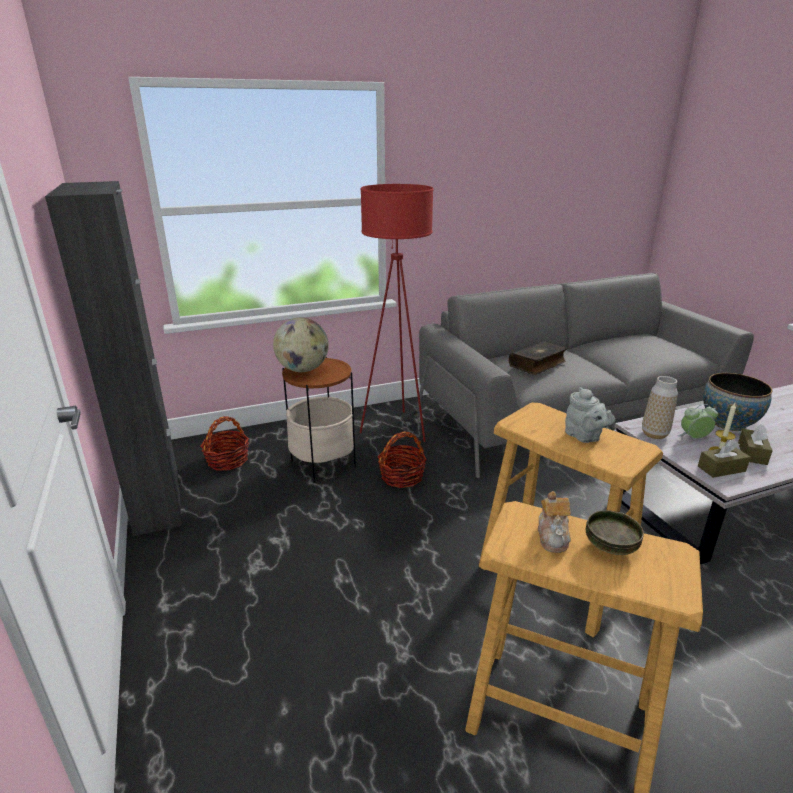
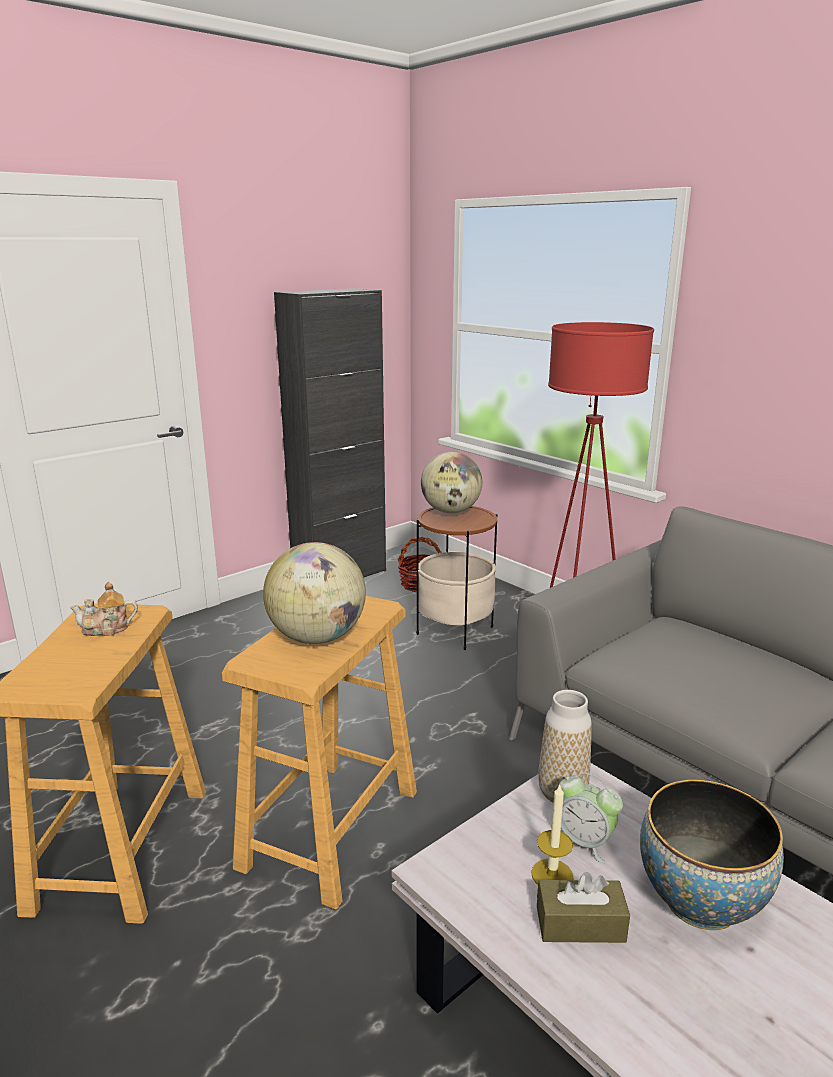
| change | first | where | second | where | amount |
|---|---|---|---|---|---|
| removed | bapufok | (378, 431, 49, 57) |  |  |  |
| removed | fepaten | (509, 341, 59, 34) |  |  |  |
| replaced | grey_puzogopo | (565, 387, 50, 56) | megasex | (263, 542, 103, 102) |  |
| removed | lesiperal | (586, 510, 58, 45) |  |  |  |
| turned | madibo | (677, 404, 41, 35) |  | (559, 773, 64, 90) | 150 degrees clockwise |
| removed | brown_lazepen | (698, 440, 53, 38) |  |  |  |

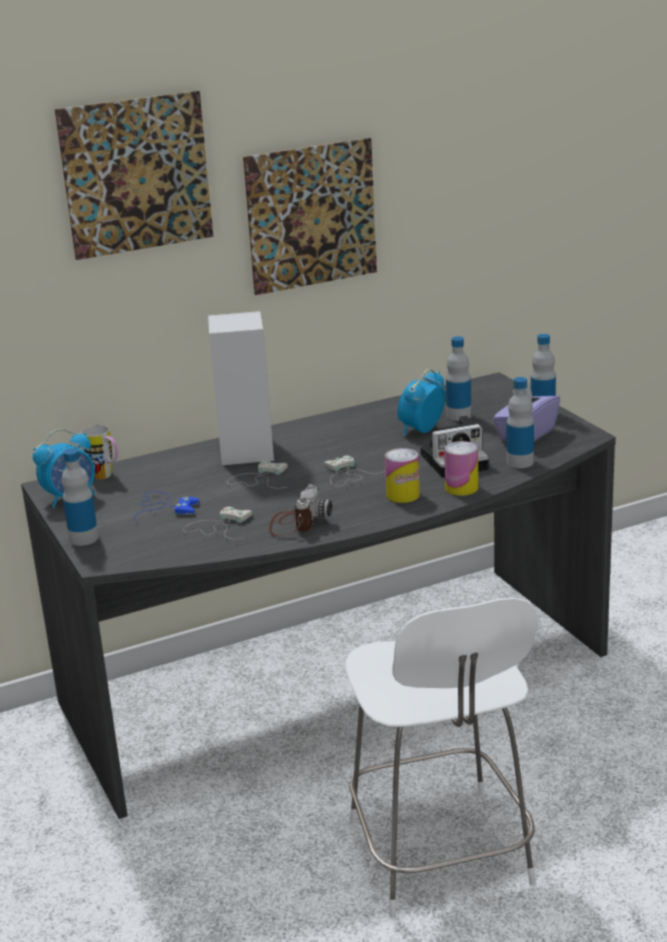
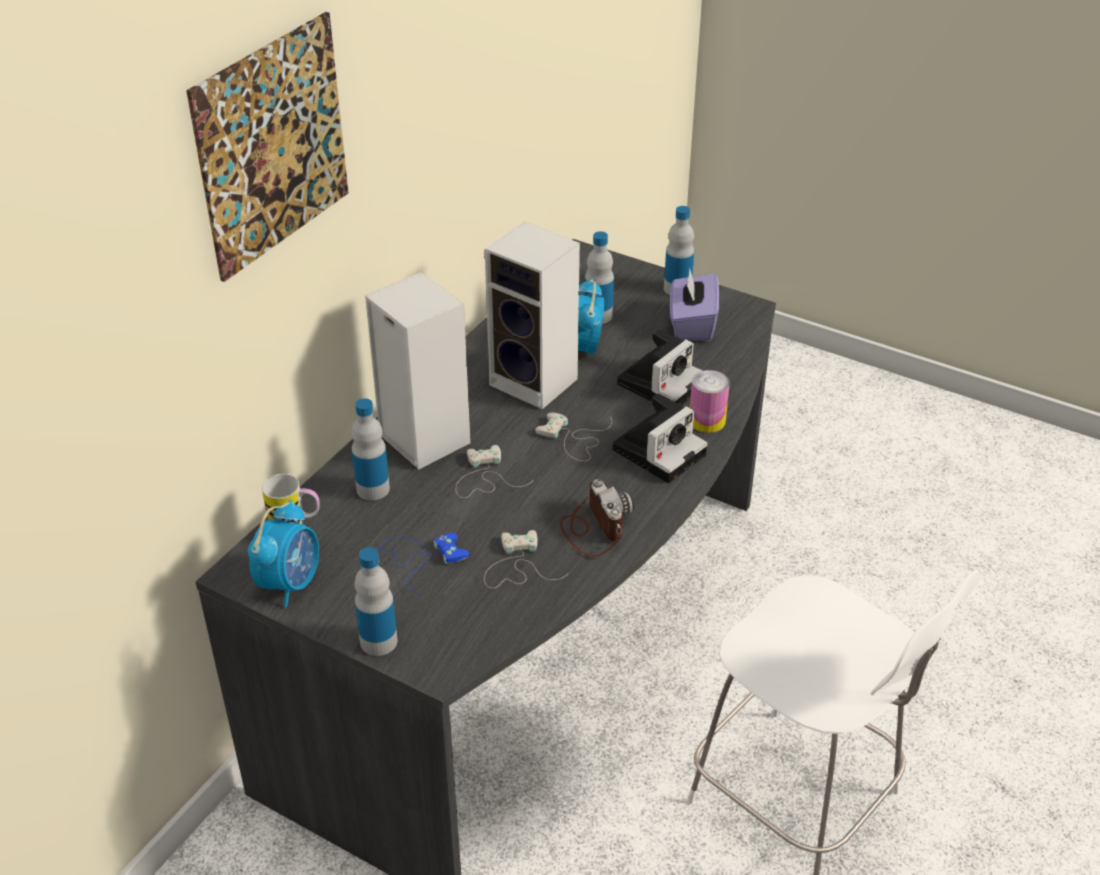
| change | first | where | second | where | amount |
|---|---|---|---|---|---|
| removed | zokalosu | (243, 138, 134, 157) |  |  |  |
| replaced | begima | (385, 448, 35, 55) | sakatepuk | (612, 393, 96, 90) |  |
| moved | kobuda | (507, 377, 27, 91) |  | (351, 398, 39, 102) |  |
| added |  |  | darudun | (485, 221, 95, 188) |  |

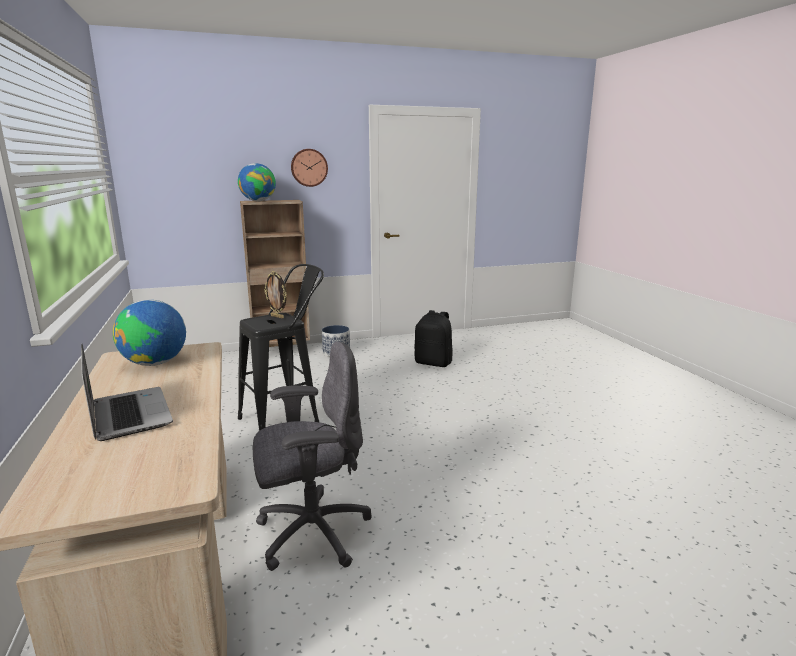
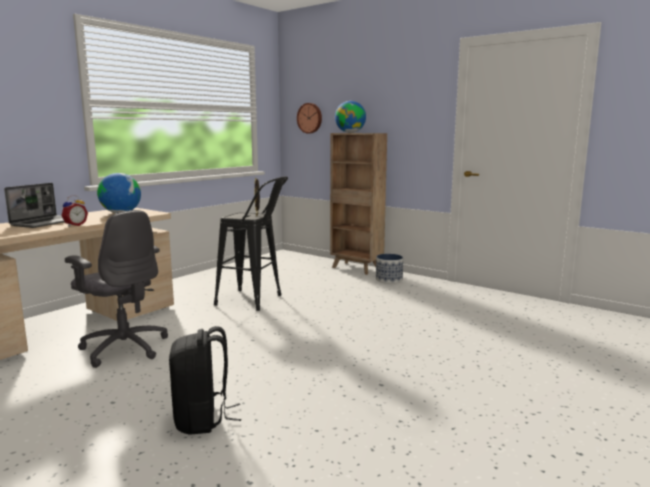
| change | first | where | second | where | amount |
|---|---|---|---|---|---|
| moved | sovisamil | (291, 149, 37, 38) |  | (297, 103, 25, 31) |  |
| moved | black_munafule | (415, 310, 37, 57) |  | (169, 326, 72, 109) |  |
| added |  |  | madibo | (61, 195, 27, 32) |  |

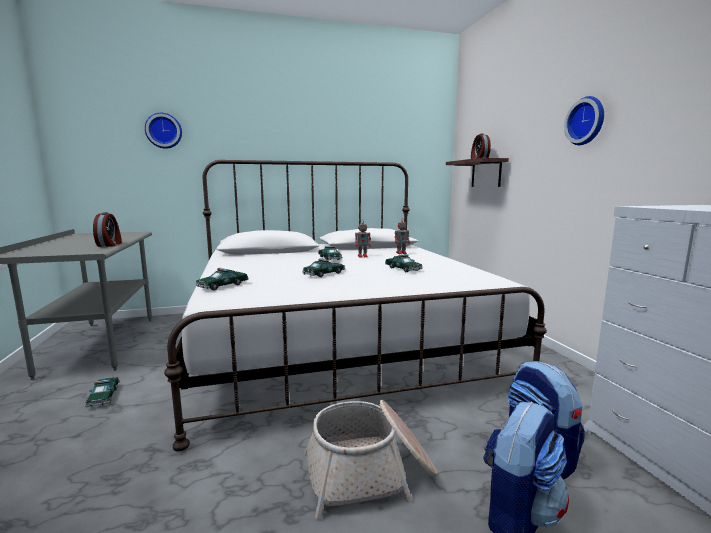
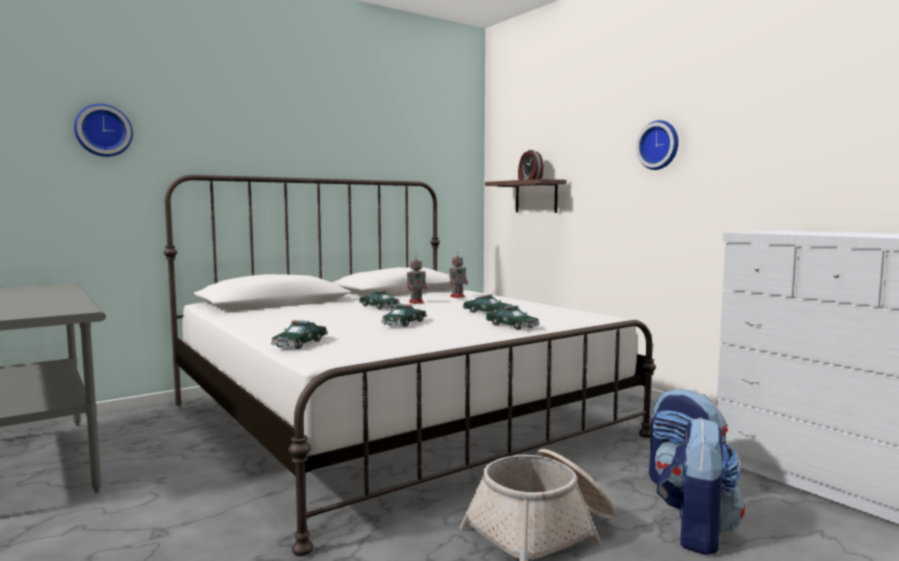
| change | first | where | second | where | amount |
|---|---|---|---|---|---|
| moved | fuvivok | (85, 377, 35, 30) |  | (485, 305, 54, 25) |  |
| removed | madibo | (93, 212, 29, 35) |  |  |  |

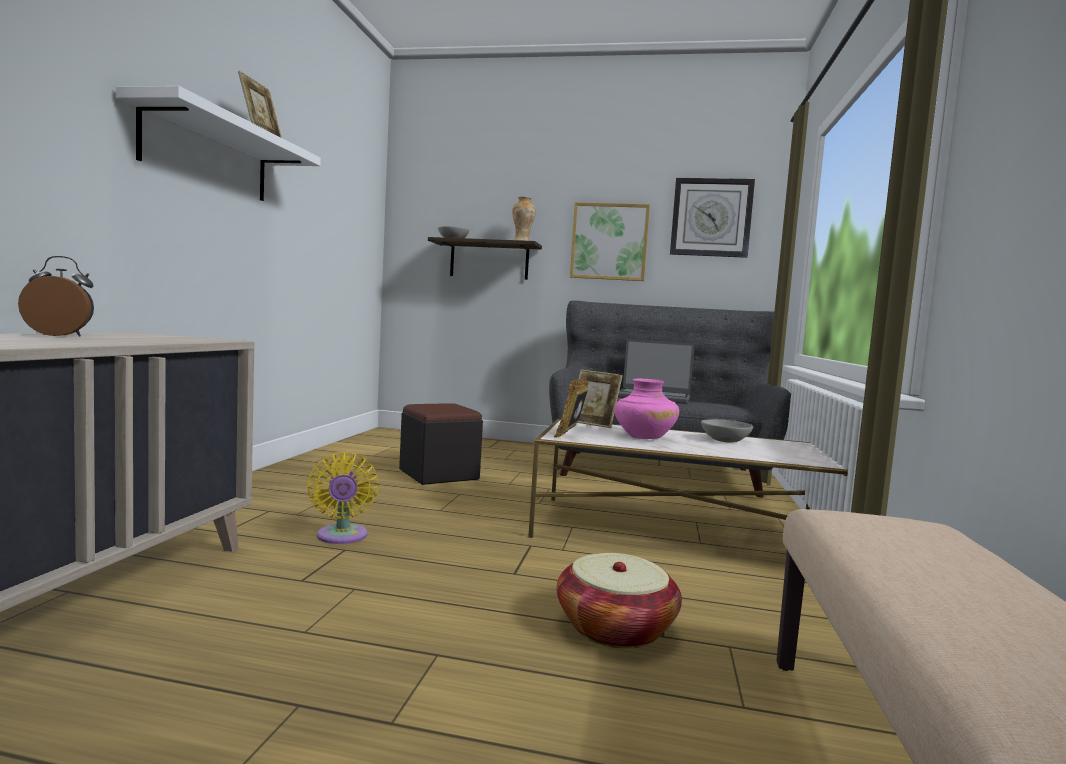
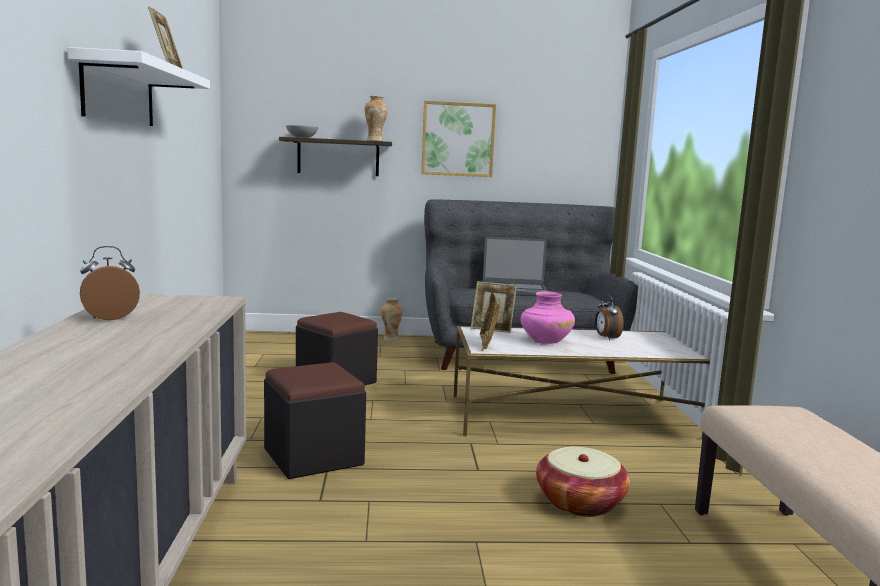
| change | first | where | second | where | amount |
|---|---|---|---|---|---|
| replaced | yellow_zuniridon | (307, 452, 72, 92) | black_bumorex | (264, 362, 102, 117) |  |
| removed | sovisamil | (670, 178, 85, 80) |  |  |  |
| replaced | grey_lesiperal | (701, 419, 52, 24) | madibo | (595, 295, 29, 45) |  |
| added |  |  | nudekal | (381, 298, 22, 43) |  |

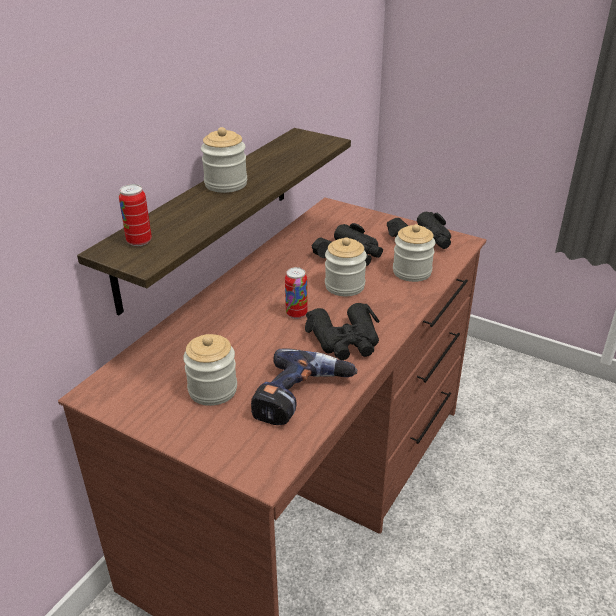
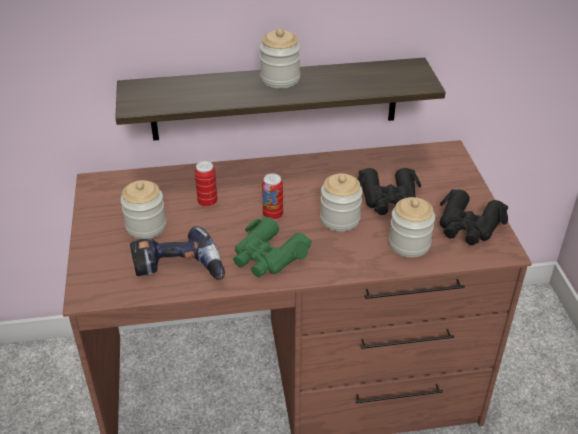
| change | first | where | second | where | amount |
|---|---|---|---|---|---|
| moved | begima | (119, 184, 33, 62) |  | (195, 161, 22, 46) |  |
| recoloured | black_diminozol | (305, 303, 75, 57) | green_diminozol | (233, 216, 79, 61) |  |

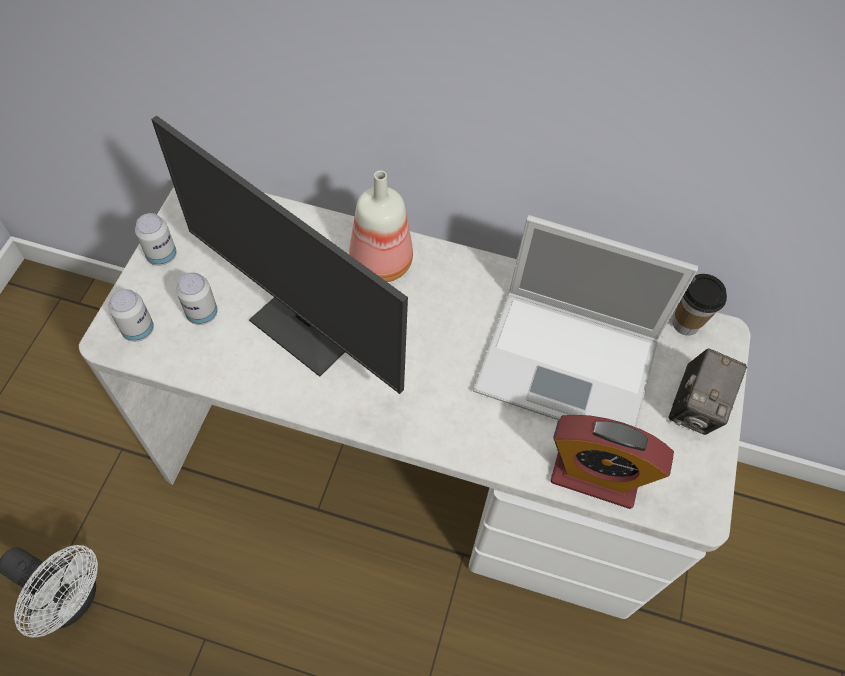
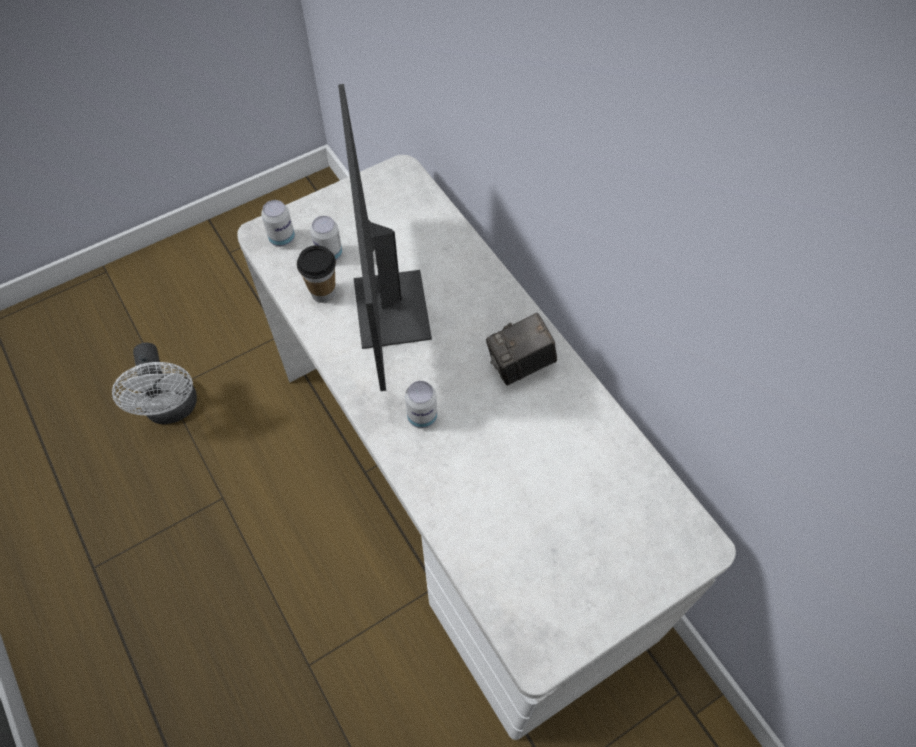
| change | first | where | second | where | amount |
|---|---|---|---|---|---|
| moved | begima | (135, 213, 42, 53) |  | (405, 381, 32, 47) |  |
| removed | kobuda | (349, 170, 64, 112) |  |  |  |
| removed | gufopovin | (473, 215, 225, 213) |  |  |  |
| removed | madibo | (550, 415, 124, 94) |  |  |  |
| moved | sakatepuk | (668, 348, 79, 87) |  | (486, 313, 71, 72) |  |
| moved | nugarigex | (672, 274, 55, 61) |  | (297, 245, 39, 58) |  |

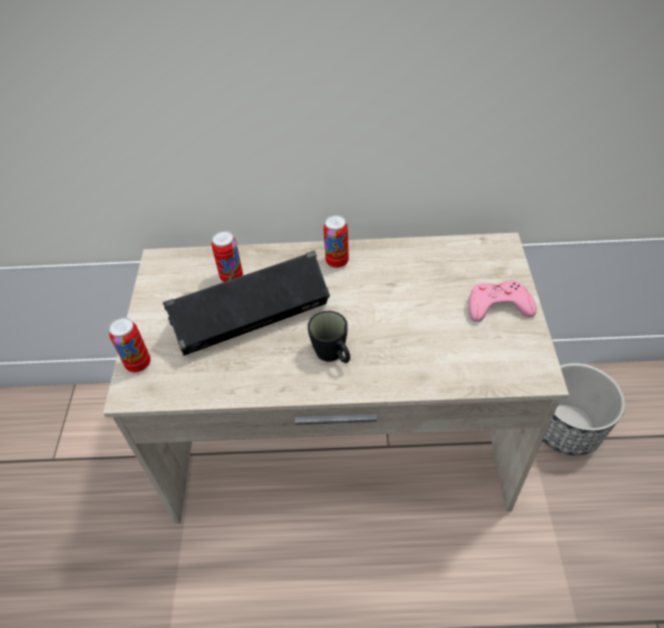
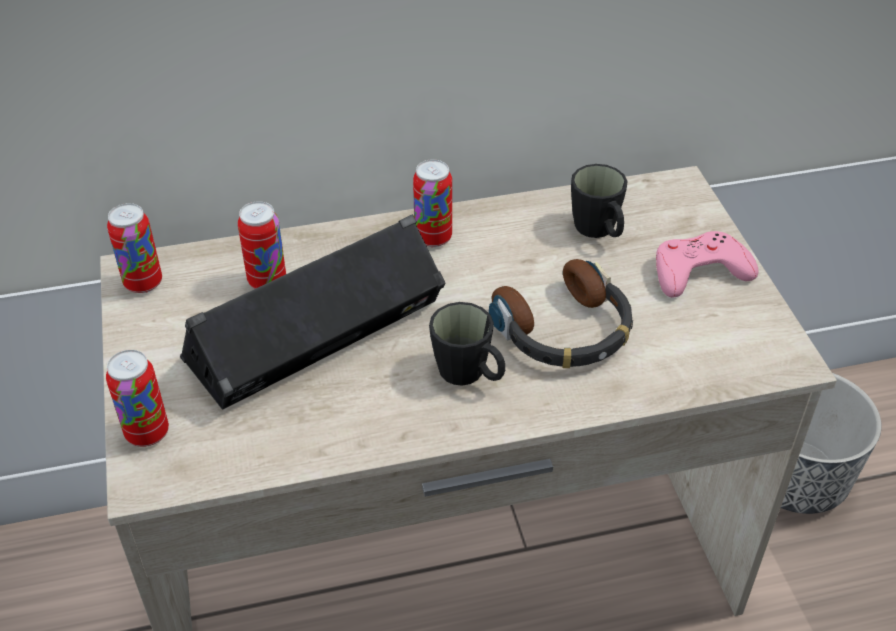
| change | first | where | second | where | amount |
|---|---|---|---|---|---|
| added |  |  | begima | (107, 203, 55, 90) |  |
| added |  |  | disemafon | (489, 259, 144, 109) |  |
| added |  |  | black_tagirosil | (571, 164, 57, 74) |  |

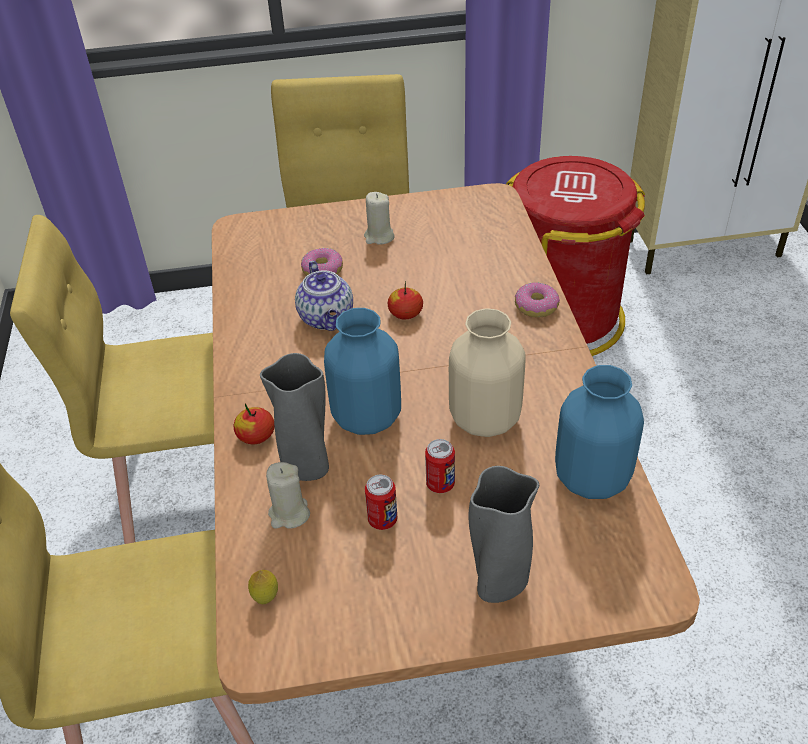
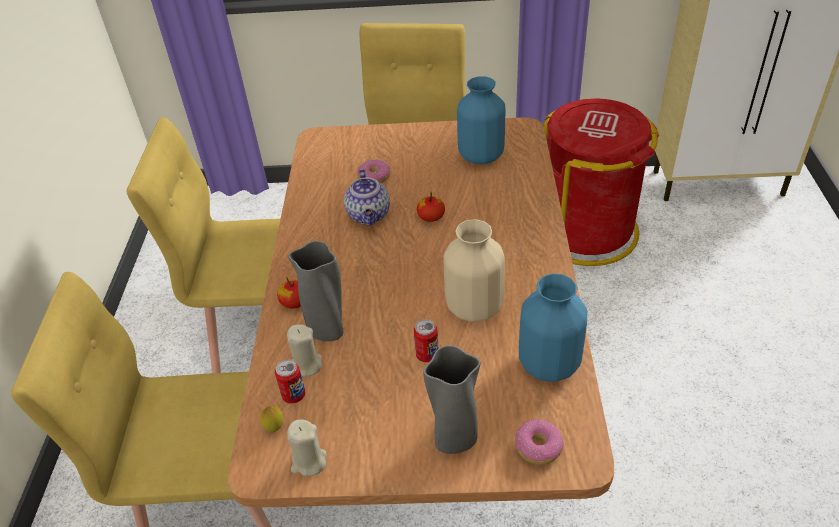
| change | first | where | second | where | amount |
|---|---|---|---|---|---|
| moved | blue_nudekal | (324, 308, 77, 127) |  | (457, 76, 48, 88) |  |
| moved | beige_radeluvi | (364, 192, 31, 53) |  | (287, 420, 40, 56) |  |
| moved | begima | (365, 475, 32, 55) |  | (275, 360, 30, 44) |  |
| moved | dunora | (515, 282, 45, 36) |  | (515, 419, 48, 46) |  |

